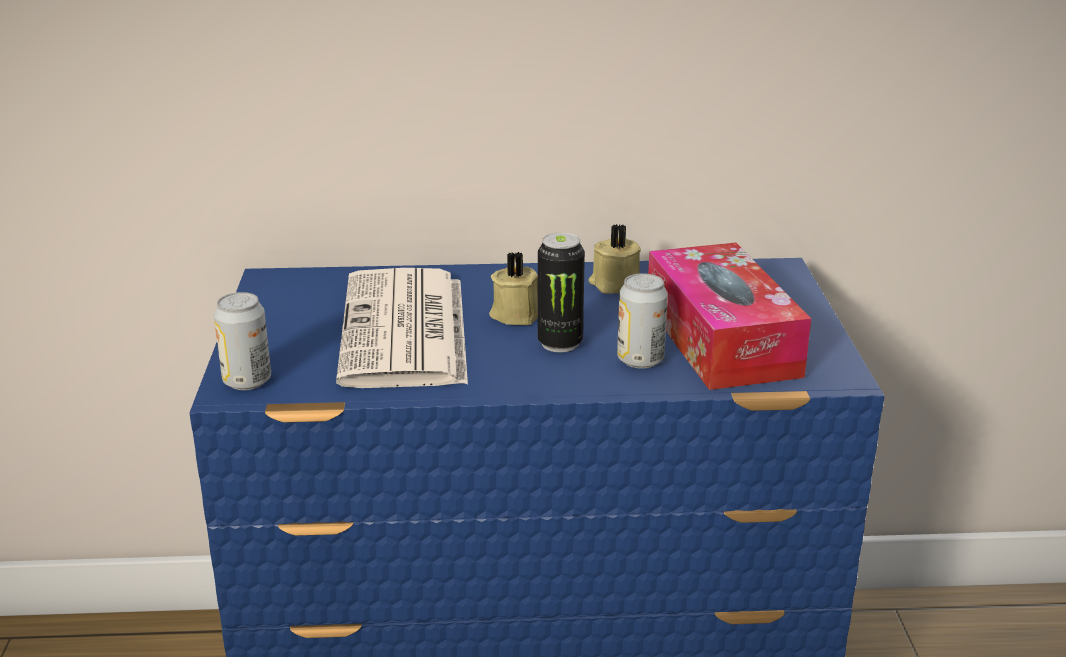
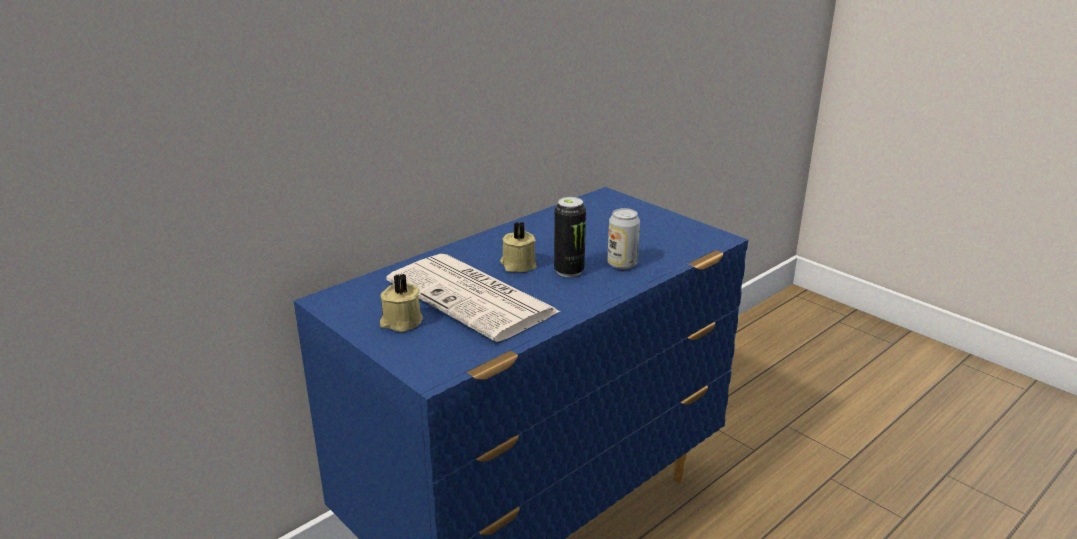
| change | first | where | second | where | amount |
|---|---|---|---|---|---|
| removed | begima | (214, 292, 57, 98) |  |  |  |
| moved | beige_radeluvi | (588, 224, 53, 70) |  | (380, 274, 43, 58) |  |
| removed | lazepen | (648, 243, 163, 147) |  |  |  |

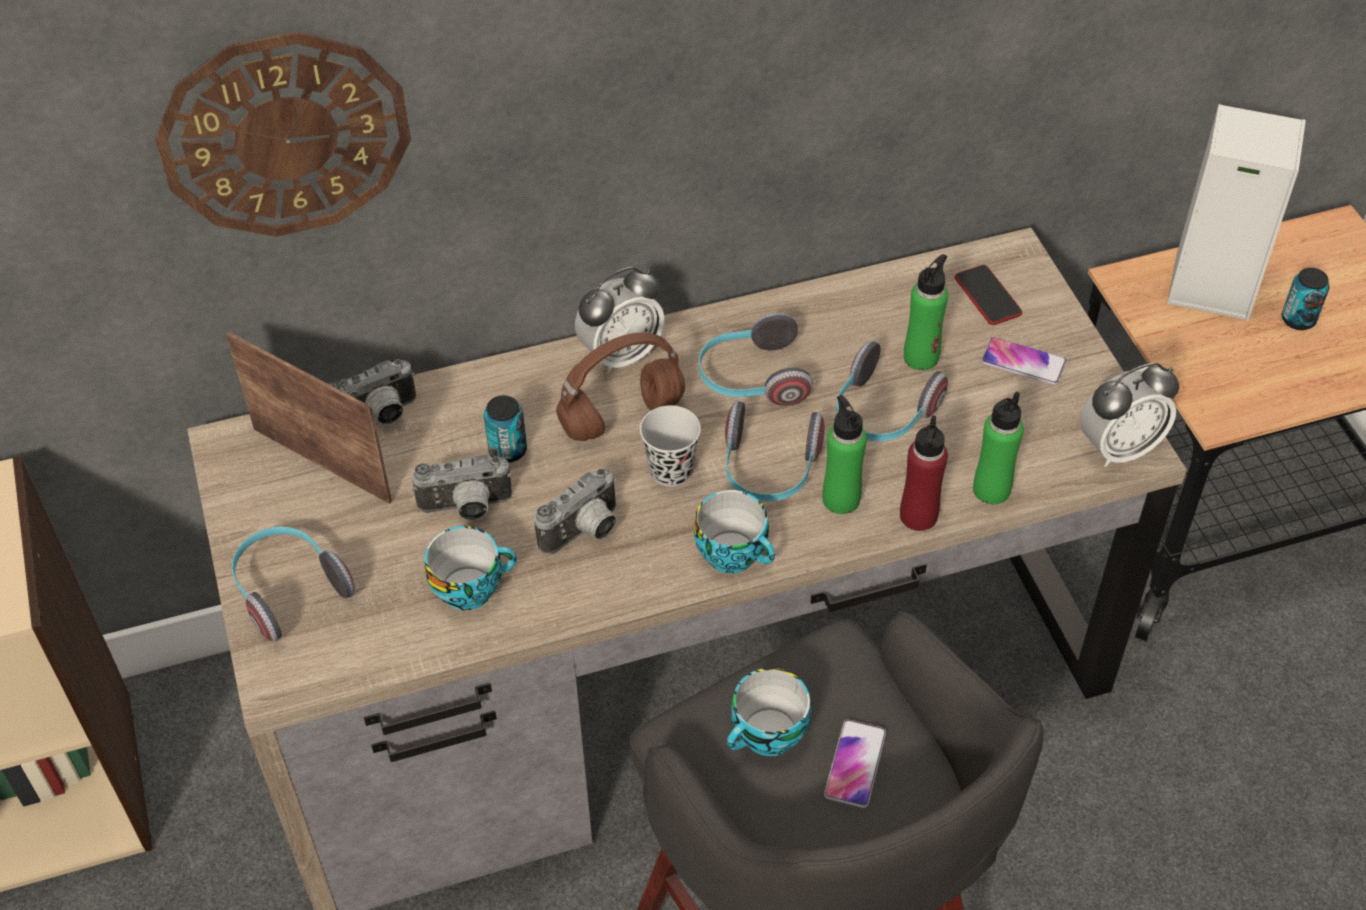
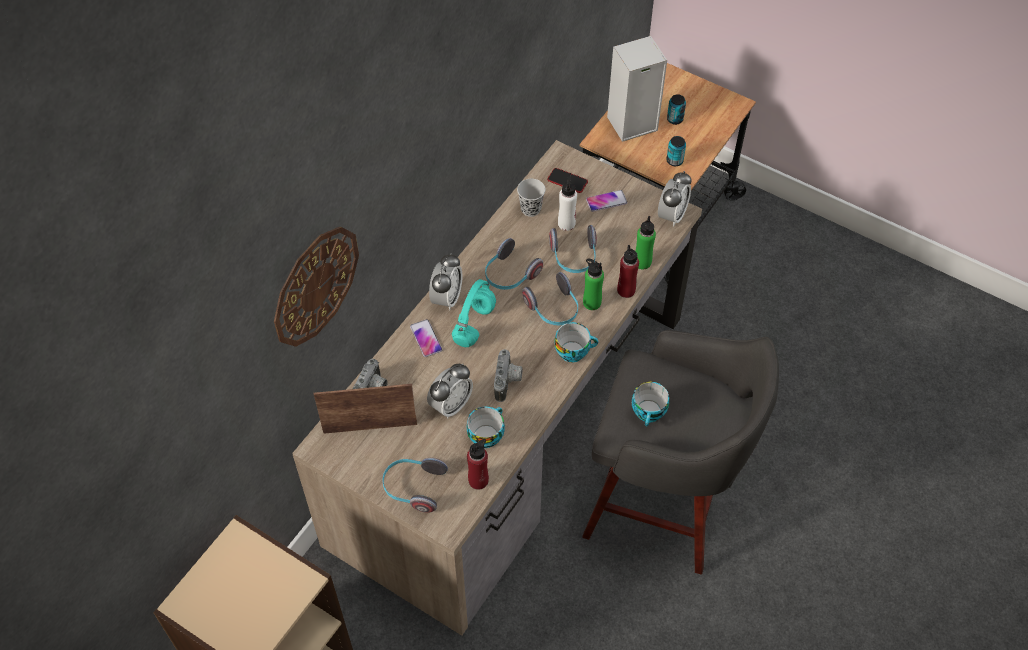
| change | first | where | second | where | amount |
|---|---|---|---|---|---|
| replaced | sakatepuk | (412, 455, 100, 65) | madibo | (427, 363, 46, 56) |  |
| moved | begima | (484, 395, 43, 68) |  | (666, 136, 20, 30) |  |
| recoloured | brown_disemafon | (556, 333, 129, 108) | turquoise_disemafon | (452, 279, 44, 68) |  |
| moved | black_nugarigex | (640, 405, 61, 82) |  | (517, 179, 29, 38) |  |
| moved | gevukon | (824, 719, 62, 89) |  | (410, 319, 32, 38) |  |
| recoloured | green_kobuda | (904, 254, 44, 117) | white_kobuda | (558, 175, 19, 56) |  |
| added |  |  | red_kobuda | (467, 439, 22, 51) |  |

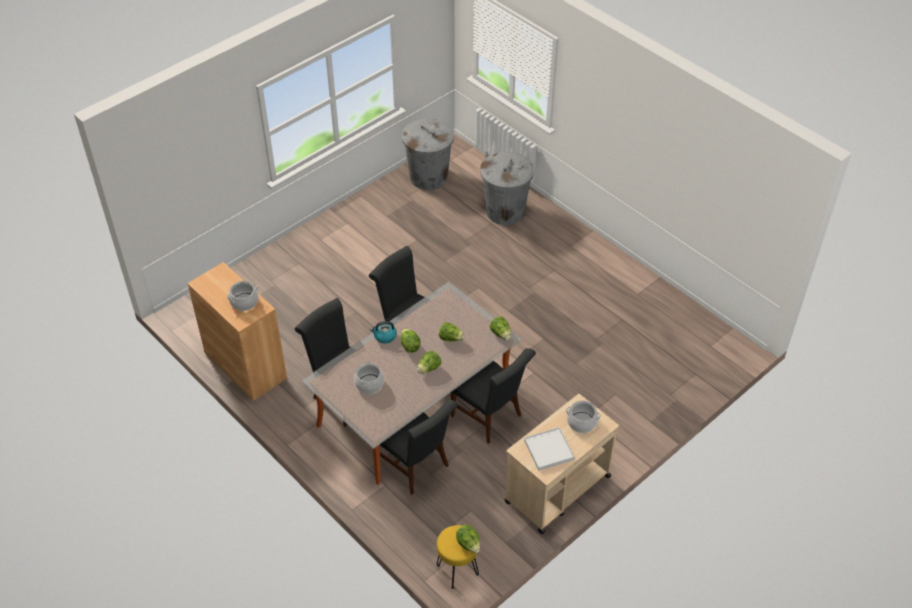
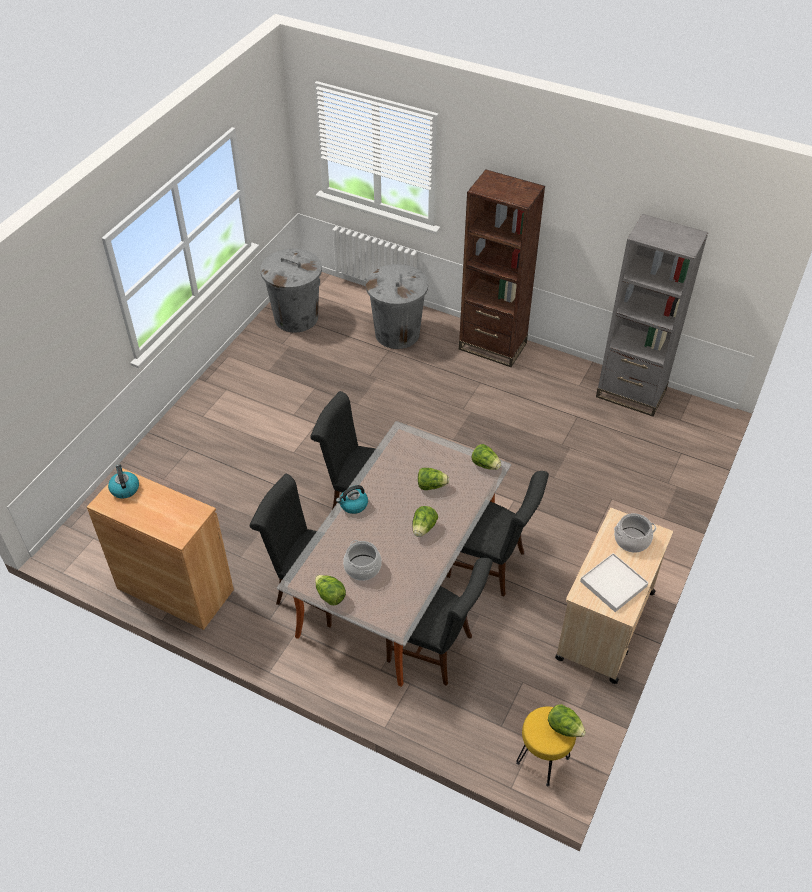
| change | first | where | second | where | amount |
|---|---|---|---|---|---|
| removed | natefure | (227, 281, 31, 30) |  |  |  |
| moved | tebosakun | (401, 328, 20, 25) |  | (315, 575, 31, 30) |  |
| added |  |  | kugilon | (108, 464, 31, 35) |  |
| added |  |  | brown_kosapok | (459, 170, 86, 197) |  |
| added |  |  | grey_kosapok | (596, 214, 112, 203) |  |

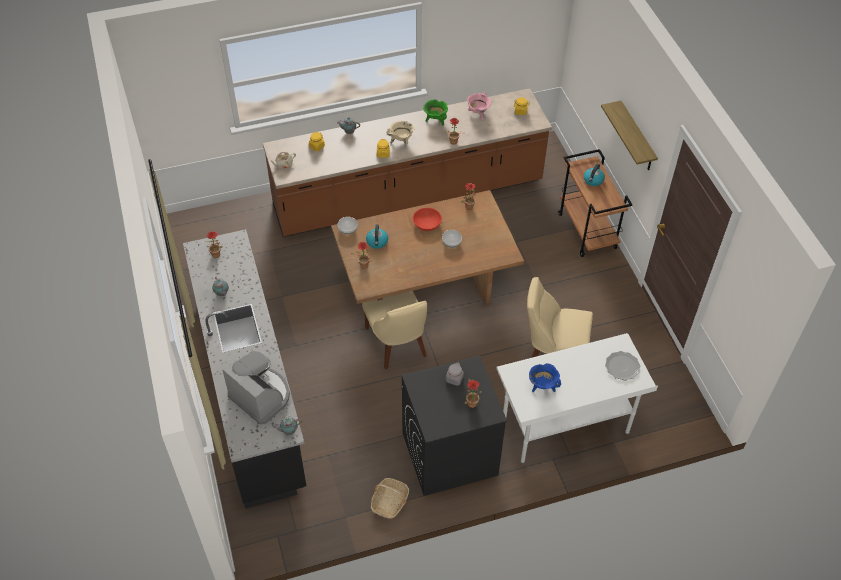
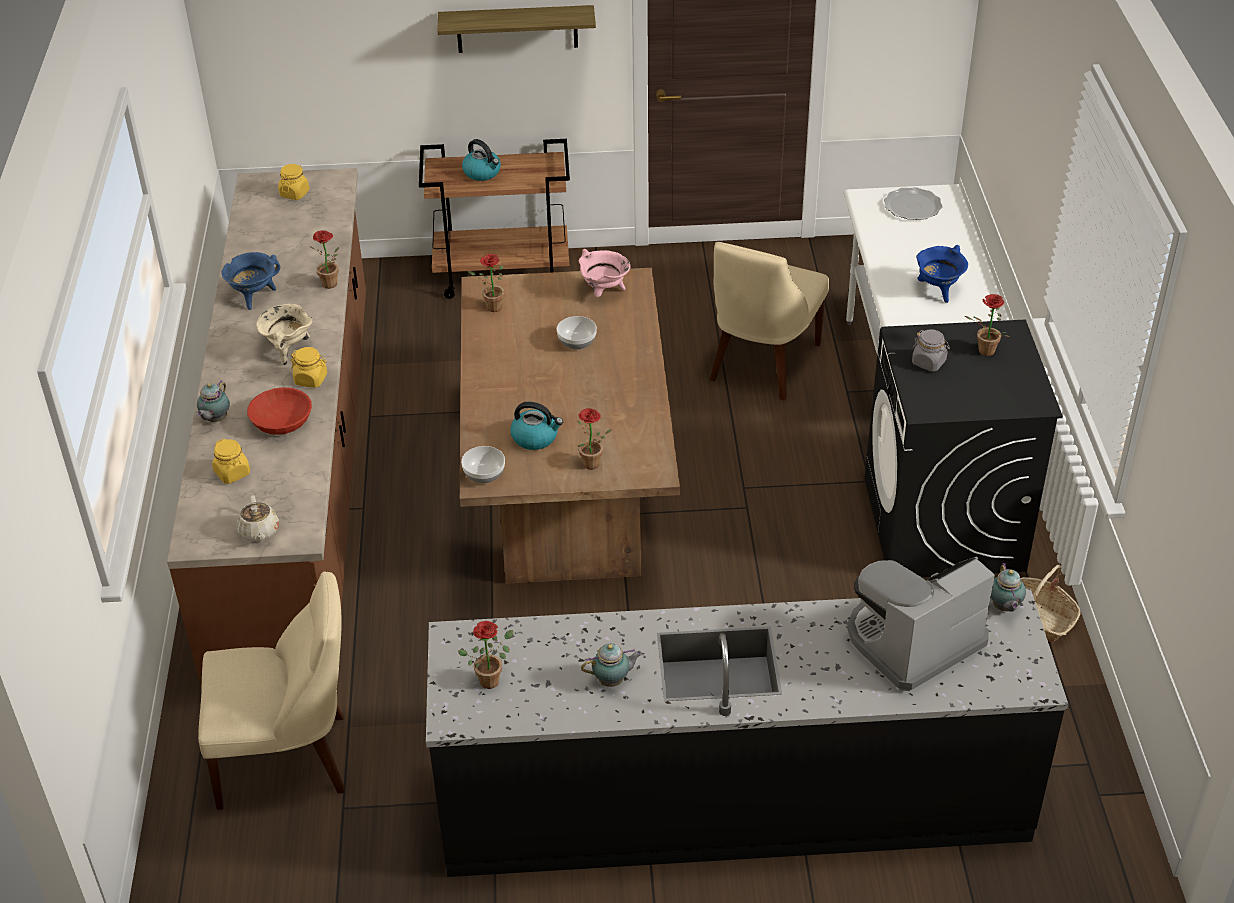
| change | first | where | second | where | amount |
|---|---|---|---|---|---|
| moved | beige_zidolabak | (362, 291, 65, 78) |  | (198, 571, 147, 239) |  |
| moved | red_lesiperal | (412, 207, 30, 24) |  | (247, 387, 65, 48) |  |
| recoloured | green_natefure | (423, 99, 25, 27) | blue_natefure | (221, 252, 59, 58) |  |
| moved | pink_natefure | (467, 92, 24, 28) |  | (579, 249, 52, 48) |  |

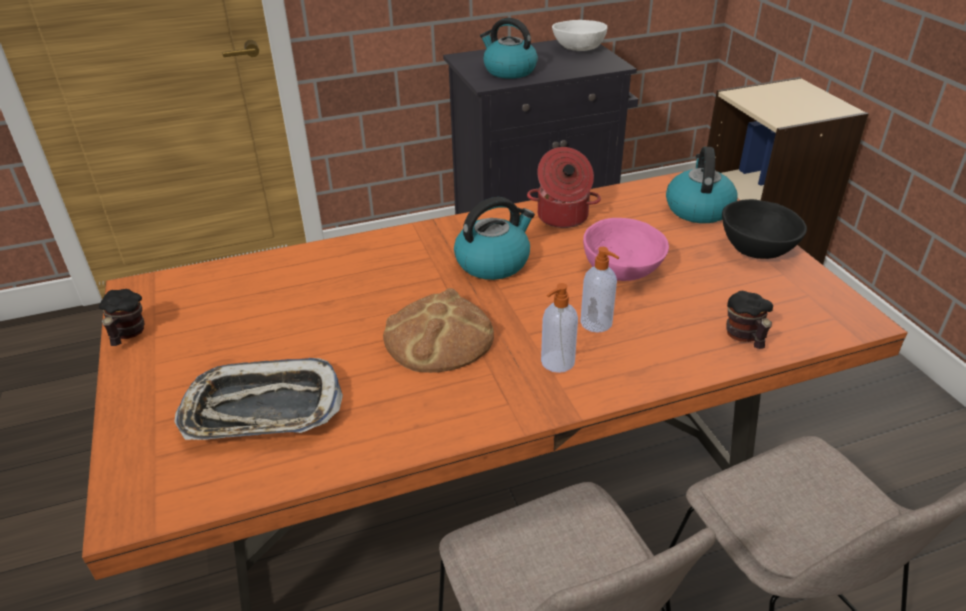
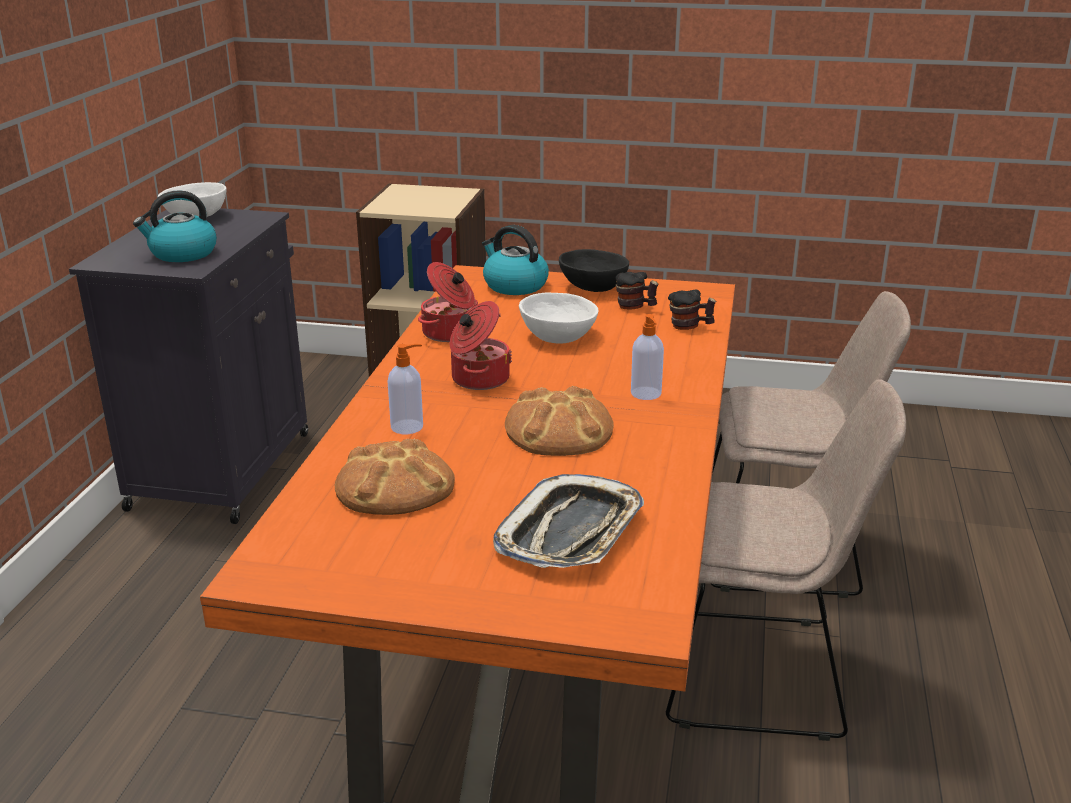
| change | first | where | second | where | amount |
|---|---|---|---|---|---|
| moved | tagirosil | (99, 289, 46, 57) |  | (615, 272, 44, 38) |  |
| replaced | kugilon | (454, 197, 81, 83) | natefure | (450, 301, 62, 89) |  |
| moved | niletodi | (580, 247, 39, 86) |  | (388, 344, 35, 90) |  |
| recoloured | pink_lesiperal | (583, 218, 86, 63) | white_lesiperal | (519, 292, 80, 51) |  |
| added |  |  | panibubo | (335, 439, 120, 76) |  |

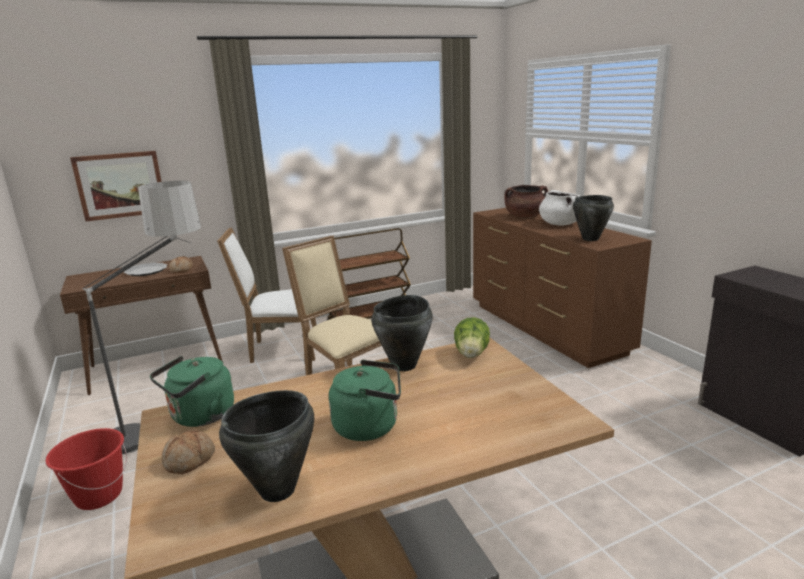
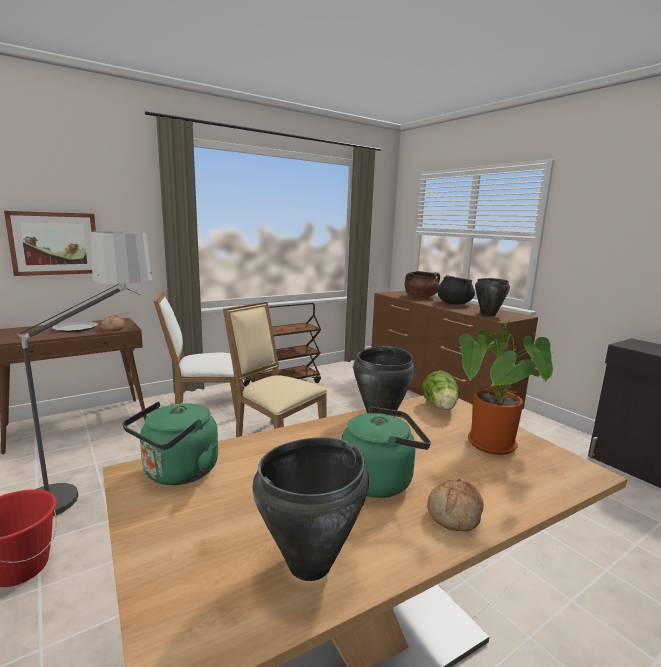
| change | first | where | second | where | amount |
|---|---|---|---|---|---|
| moved | panibubo | (161, 430, 54, 44) |  | (427, 479, 57, 53) |  |
| recoloured | white_natefure | (539, 190, 41, 35) | black_natefure | (437, 275, 38, 29) |  |
| added |  |  | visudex | (458, 321, 95, 134) |  |

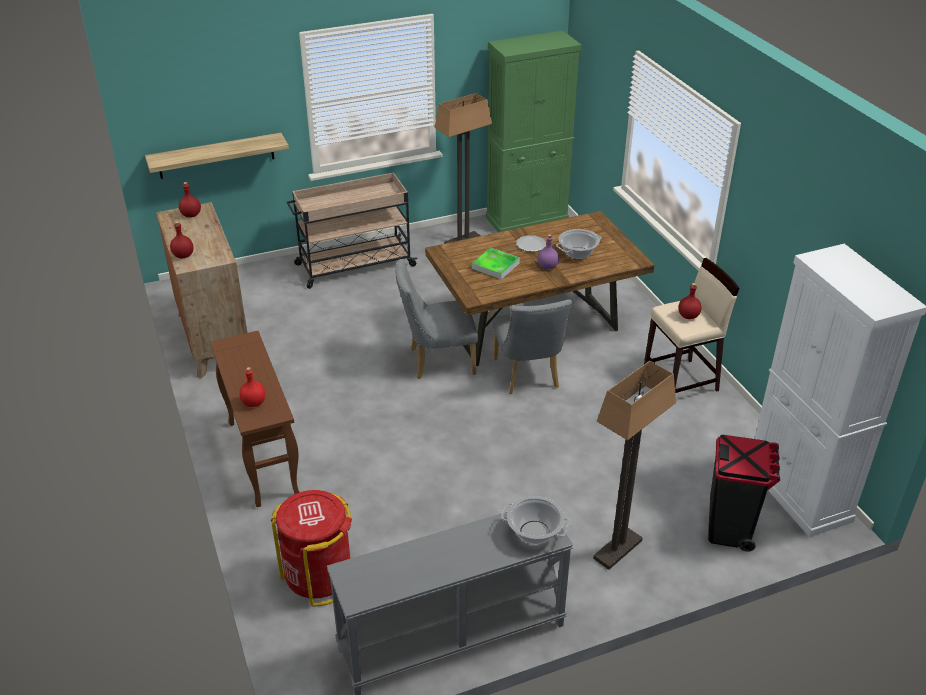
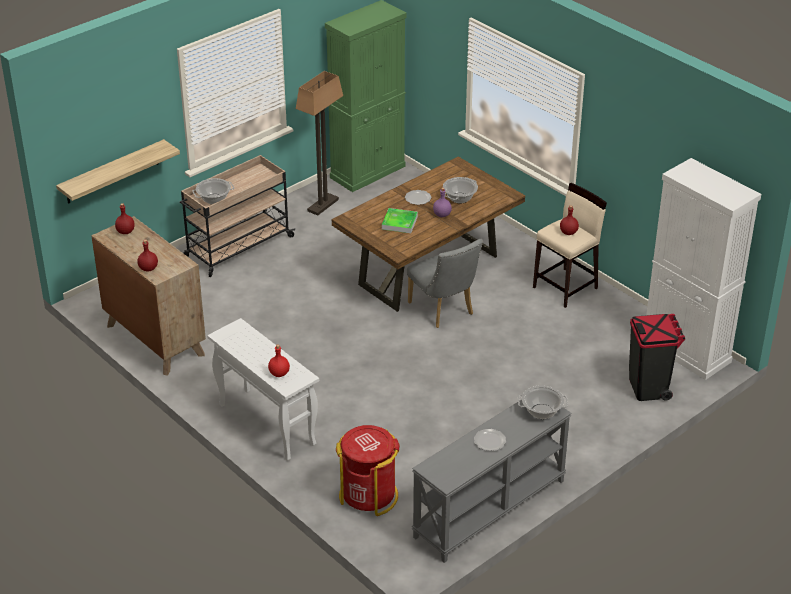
| change | first | where | second | where | amount |
|---|---|---|---|---|---|
| recoloured | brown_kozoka | (210, 331, 89, 176) | white_kozoka | (207, 318, 112, 143) |  |
| removed | grey_zidolabak | (395, 259, 83, 120) |  |  |  |
| removed | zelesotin | (593, 361, 83, 209) |  |  |  |
| added |  |  | natefure | (192, 178, 42, 26) |  |
| added |  |  | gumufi | (474, 429, 32, 22) |  |

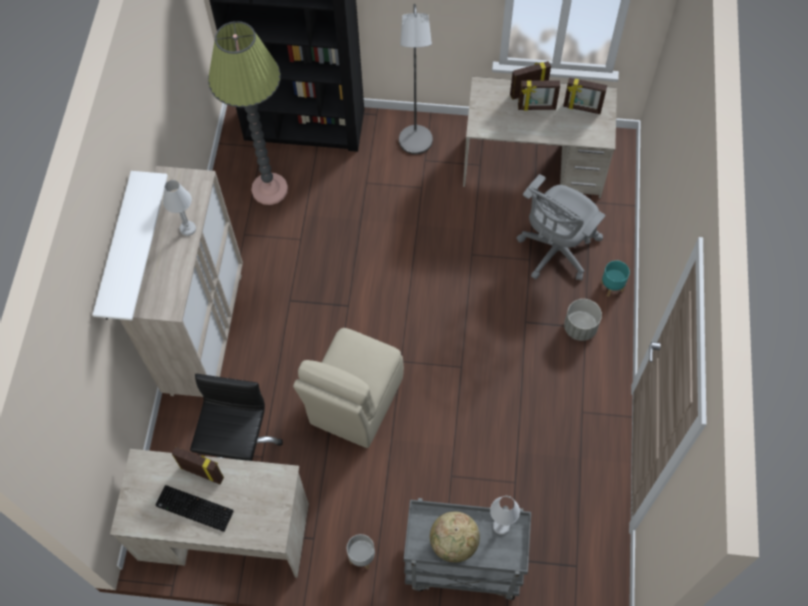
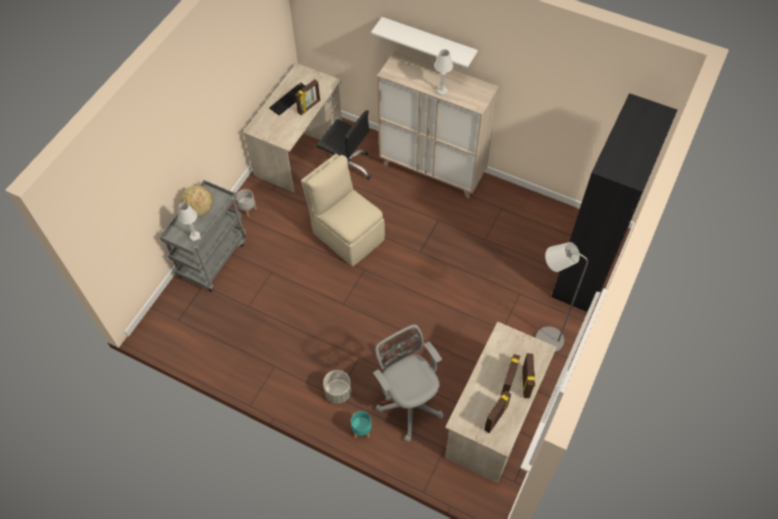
| change | first | where | second | where | amount |
|---|---|---|---|---|---|
| removed | zelesotin | (208, 21, 80, 184) |  |  |  |

